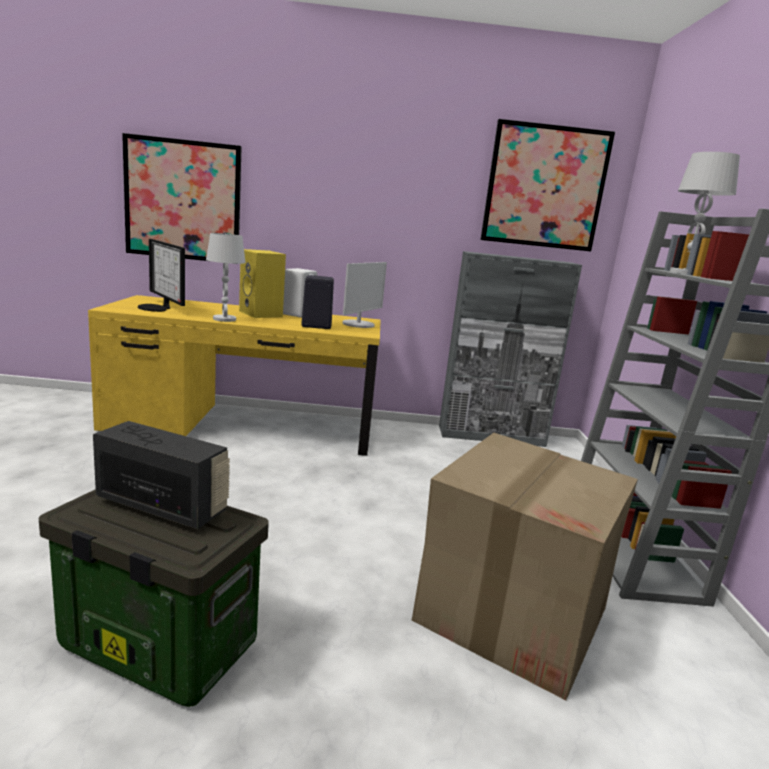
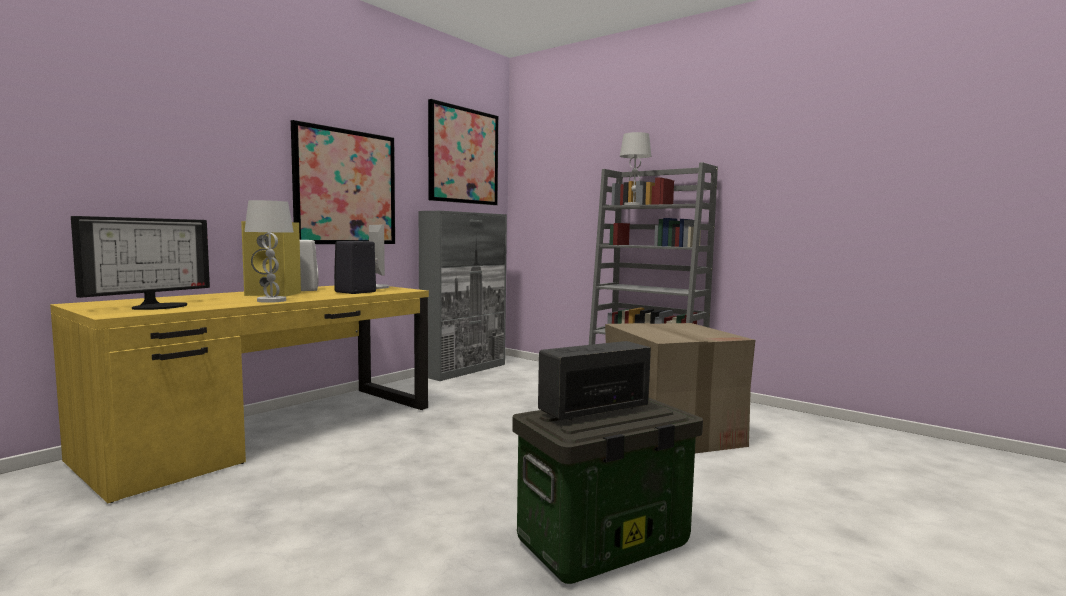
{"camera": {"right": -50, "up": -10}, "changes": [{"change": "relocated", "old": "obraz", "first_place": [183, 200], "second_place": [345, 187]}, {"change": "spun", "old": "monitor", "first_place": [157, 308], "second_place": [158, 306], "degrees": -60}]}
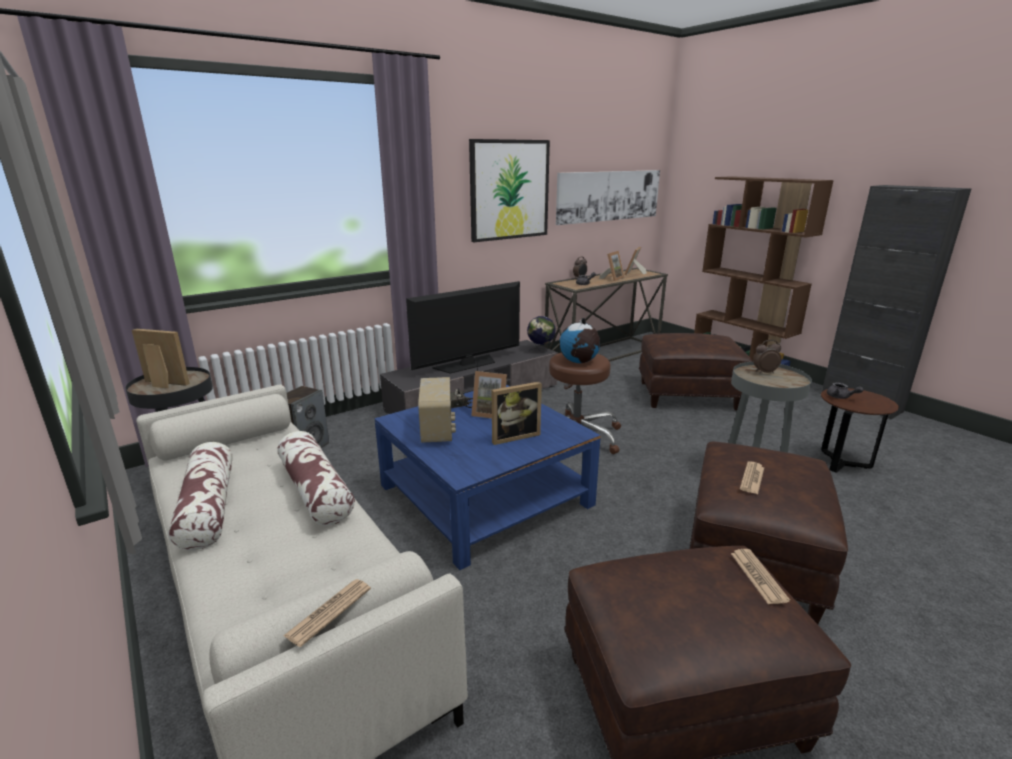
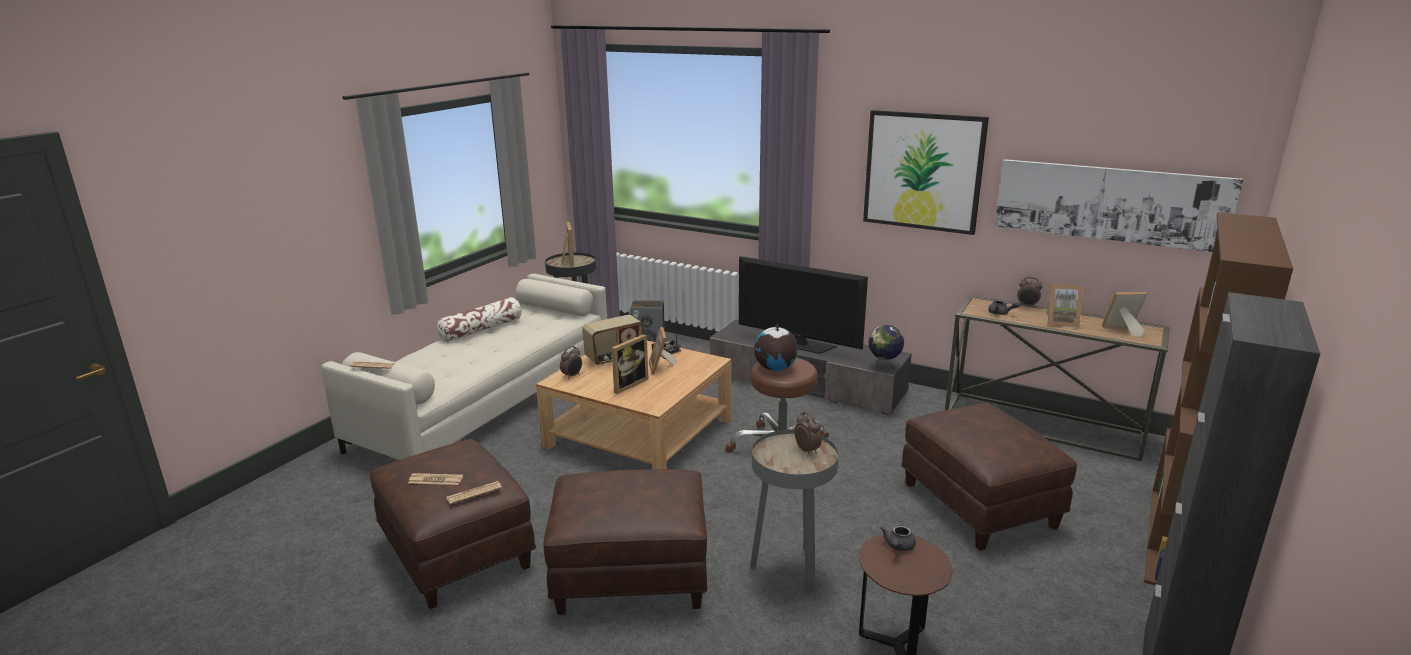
{"camera": {"right": 65, "up": 0}, "changes": [{"change": "missing", "old": "poduszka", "first_place": [315, 490]}, {"change": "colour", "old": "ława [niebieski]", "new": "ława [beżowy]", "first_place": [485, 495], "second_place": [639, 432]}, {"change": "spun", "old": "ramka na zdjęcie", "first_place": [513, 436], "second_place": [627, 384], "degrees": -90}, {"change": "relocated", "old": "gazeta", "first_place": [752, 478], "second_place": [435, 480]}, {"change": "appeared", "new": "budzik", "second_place": [572, 376]}]}
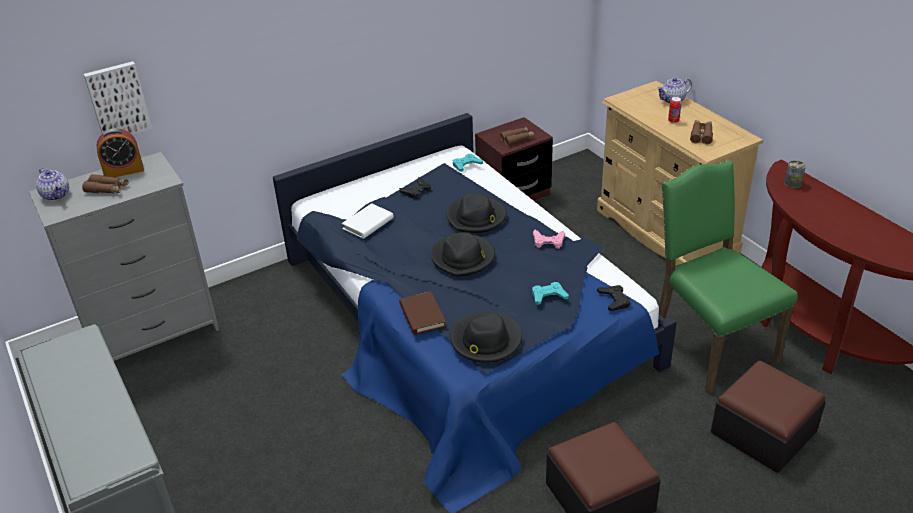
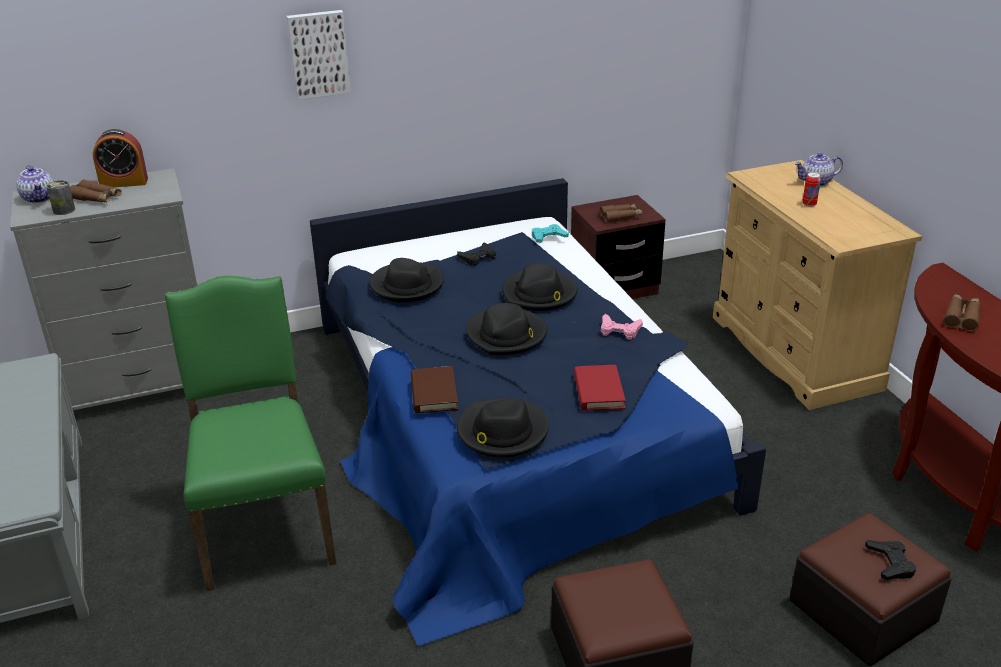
{"camera": {"right": 10, "up": -5}, "changes": [{"change": "relocated", "old": "obraz", "first_place": [117, 100], "second_place": [318, 54]}, {"change": "exchanged", "old": "książka [biały]", "new": "kapelusz [czarny]", "first_place": [368, 224], "second_place": [407, 285]}, {"change": "exchanged", "old": "pad do gier [turkusowy]", "new": "książka [czerwony]", "first_place": [548, 296], "second_place": [598, 391]}, {"change": "relocated", "old": "pad do gier [czarny]", "first_place": [614, 300], "second_place": [890, 563]}, {"change": "relocated", "old": "krzesło [zielony]", "first_place": [709, 345], "second_place": [265, 528]}, {"change": "relocated", "old": "lornetka [brązowy]", "first_place": [701, 135], "second_place": [961, 317]}, {"change": "relocated", "old": "puszka", "first_place": [792, 183], "second_place": [64, 210]}]}
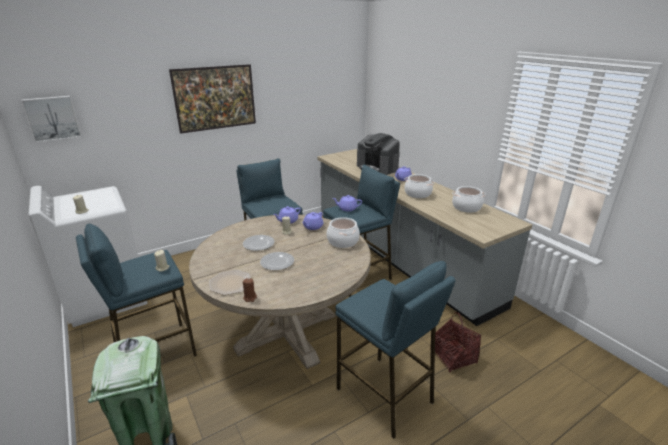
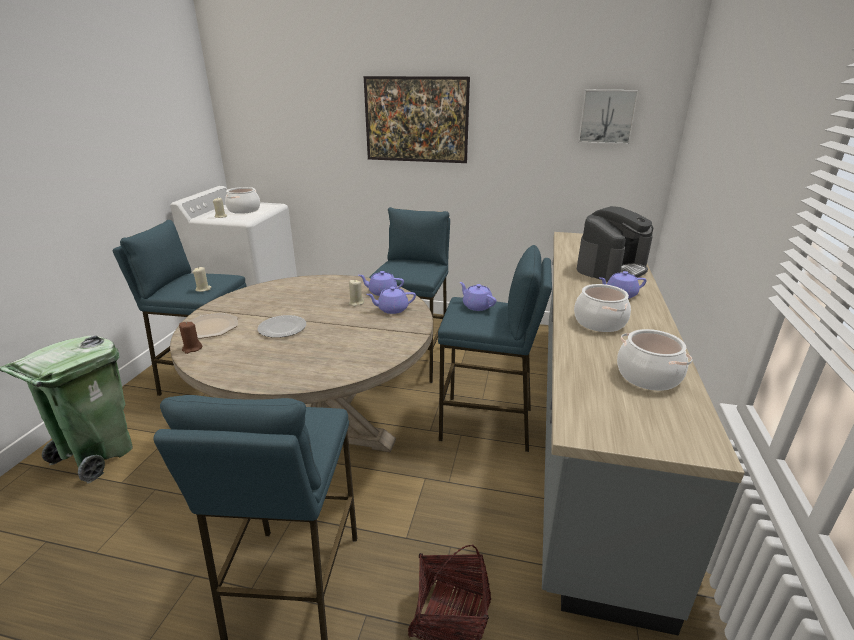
{"camera": {"right": 45, "up": 0}, "changes": [{"change": "relocated", "old": "obraz", "first_place": [52, 118], "second_place": [606, 116]}, {"change": "missing", "old": "talerz", "first_place": [259, 244]}, {"change": "relocated", "old": "garnek", "first_place": [343, 241], "second_place": [244, 210]}, {"change": "spun", "old": "ekspres do kawy", "first_place": [377, 168], "second_place": [611, 268], "degrees": -135}]}
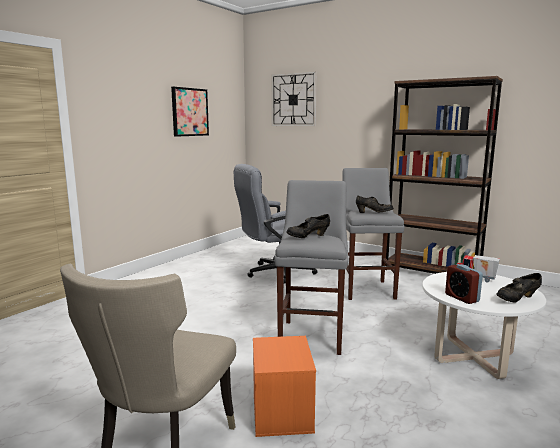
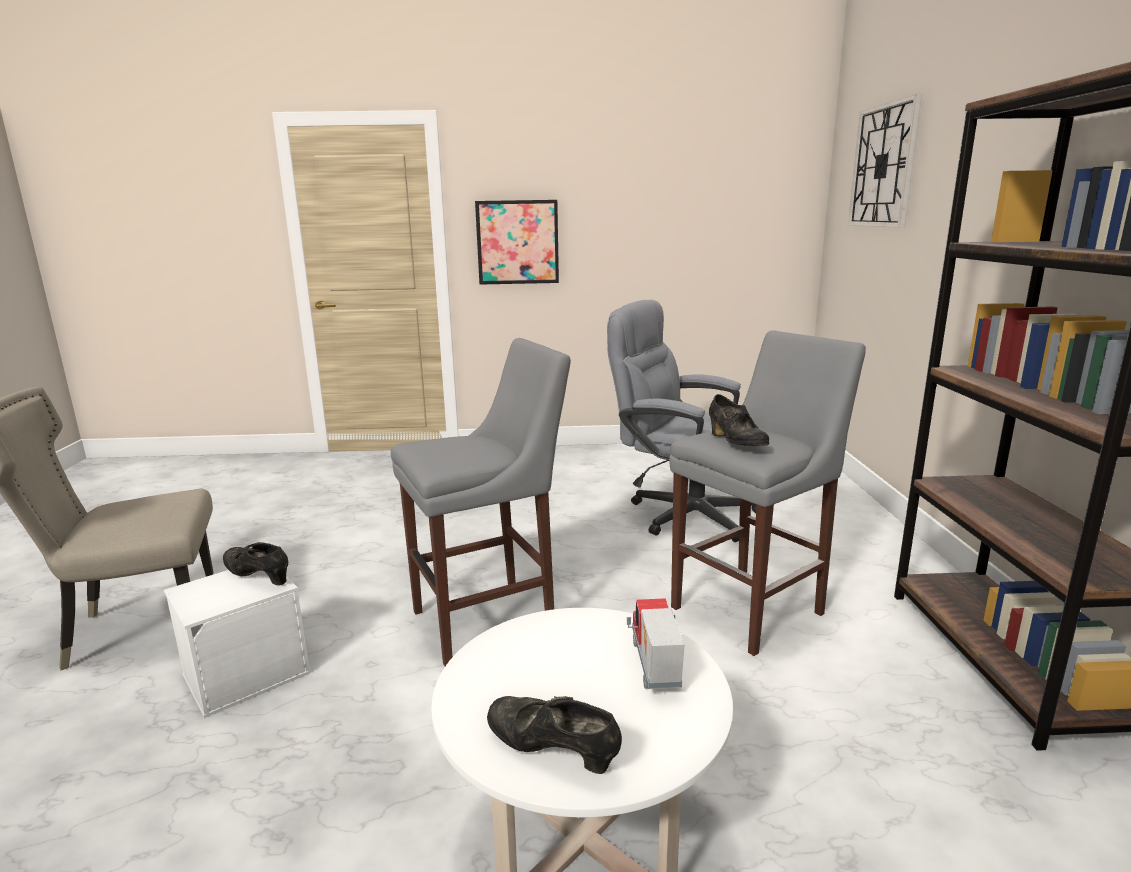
{"camera": {"right": 55, "up": 5}, "changes": [{"change": "relocated", "old": "obraz", "first_place": [189, 112], "second_place": [517, 242]}, {"change": "colour", "old": "pojemnik do przechowywania [pomarańczowy]", "new": "pojemnik do przechowywania [biały]", "first_place": [281, 411], "second_place": [247, 673]}, {"change": "relocated", "old": "but [czarny]", "first_place": [308, 237], "second_place": [258, 577]}, {"change": "missing", "old": "budzik", "first_place": [462, 298]}]}
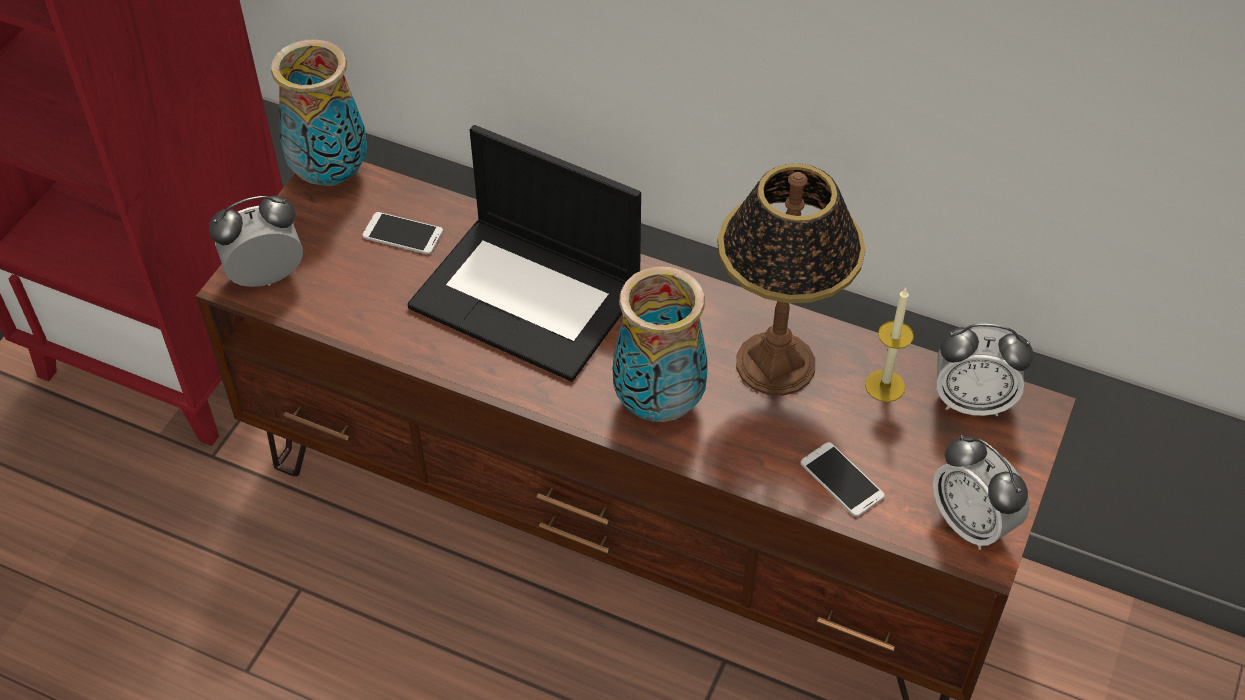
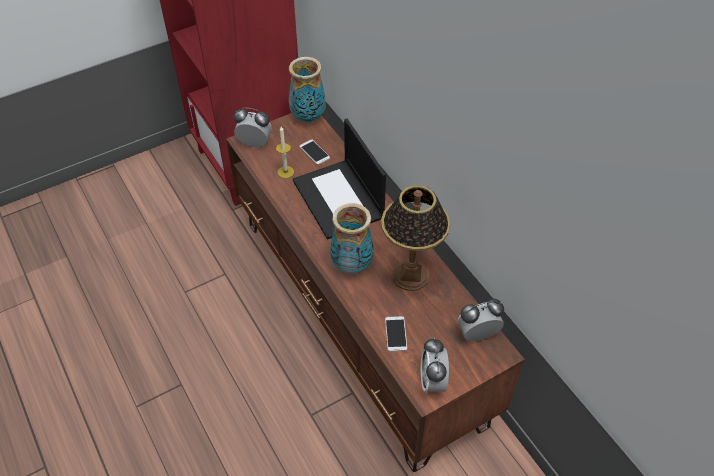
{"camera": {"right": 35, "up": 0}, "changes": [{"change": "relocated", "old": "świeca", "first_place": [885, 386], "second_place": [285, 172]}, {"change": "spun", "old": "budzik", "first_place": [971, 401], "second_place": [477, 334], "degrees": 120}]}
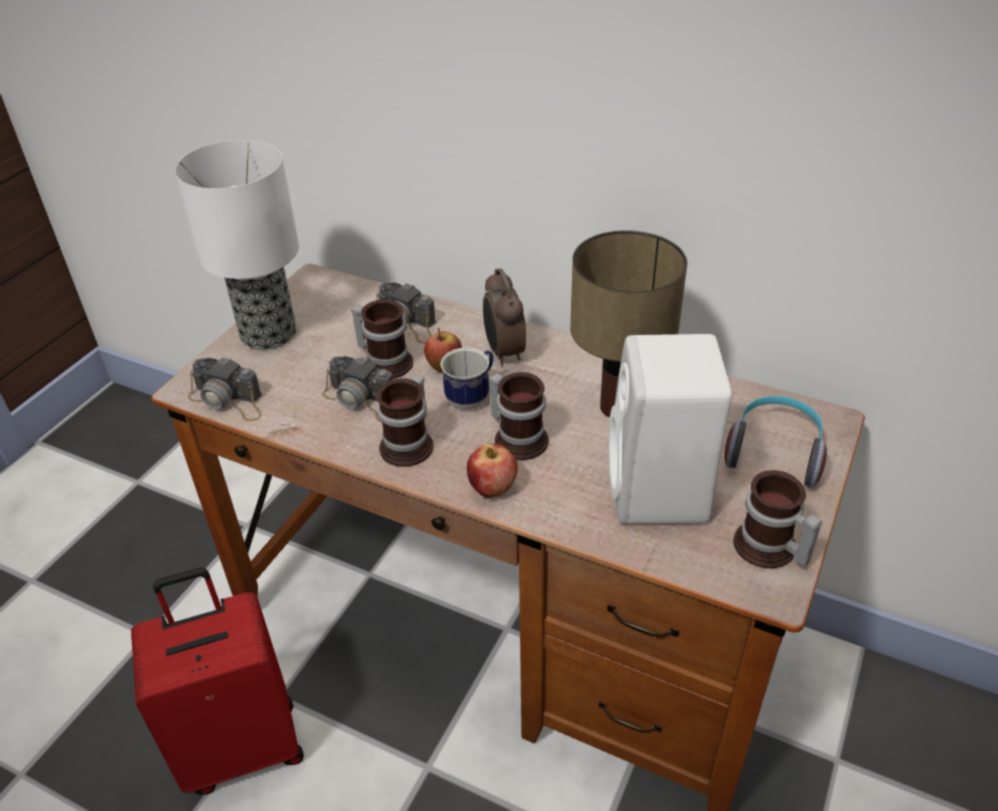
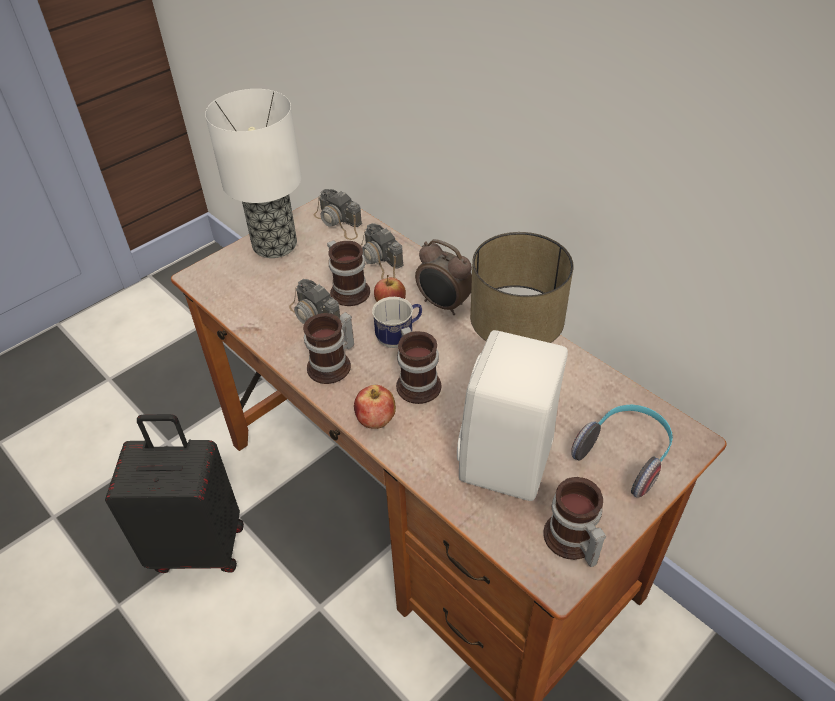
{"camera": {"right": 20, "up": 5}, "changes": [{"change": "colour", "old": "walizka [czerwony]", "new": "walizka [czarny]", "first_place": [242, 746], "second_place": [199, 546]}, {"change": "relocated", "old": "aparat fotograficzny", "first_place": [229, 400], "second_place": [339, 222]}, {"change": "spun", "old": "budzik", "first_place": [503, 352], "second_place": [443, 305], "degrees": -60}]}
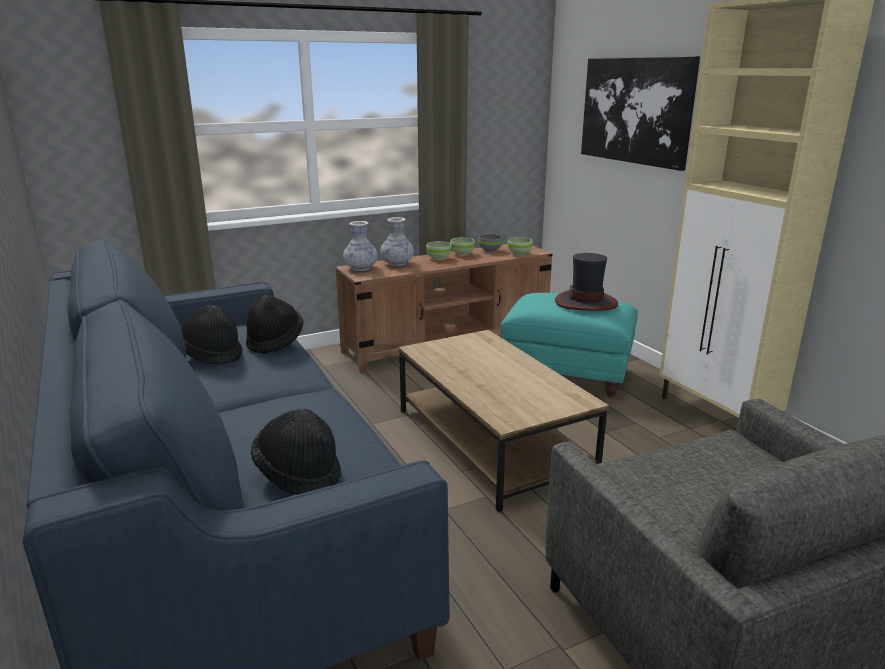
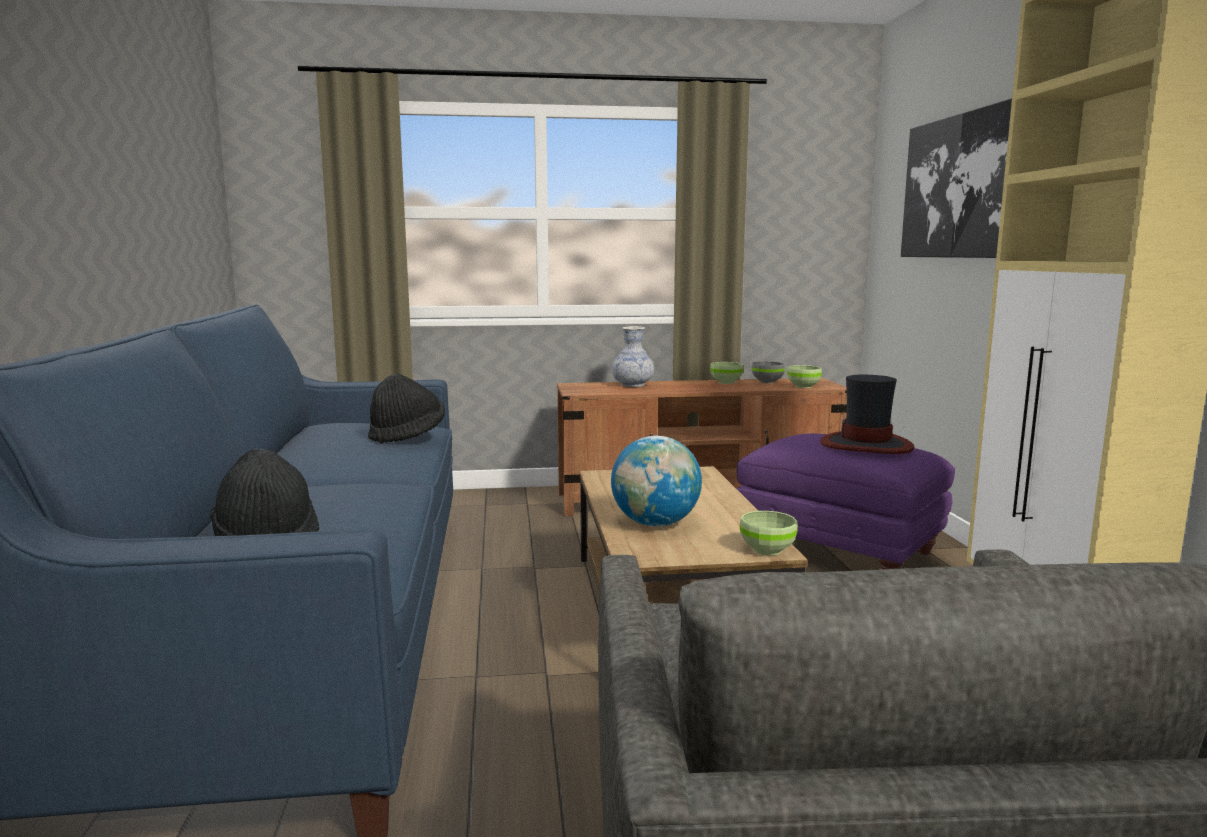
{"camera": {"right": 20, "up": -10}, "changes": [{"change": "missing", "old": "kapelusz [czarny]", "first_place": [211, 355]}, {"change": "missing", "old": "wazon", "first_place": [361, 268]}, {"change": "relocated", "old": "miska [zielony]", "first_place": [439, 258], "second_place": [768, 550]}, {"change": "colour", "old": "pufa [turkusowy]", "new": "pufa [fioletowy]", "first_place": [567, 374], "second_place": [840, 551]}, {"change": "appeared", "new": "globus", "second_place": [655, 524]}]}
